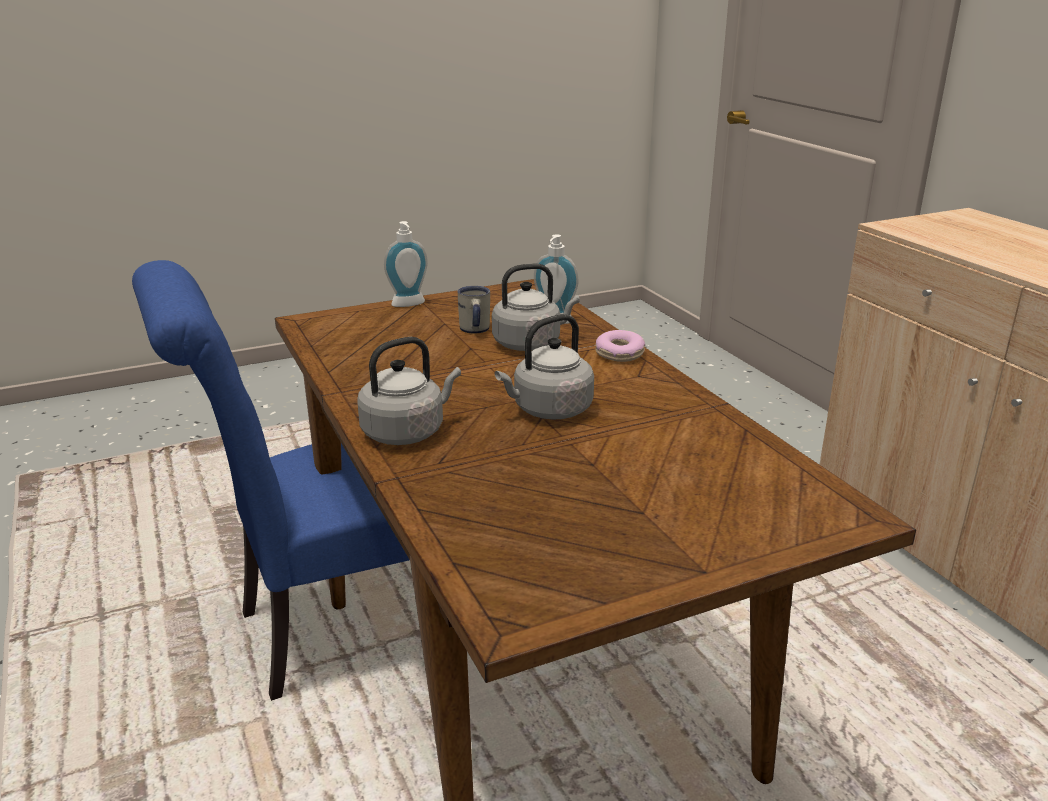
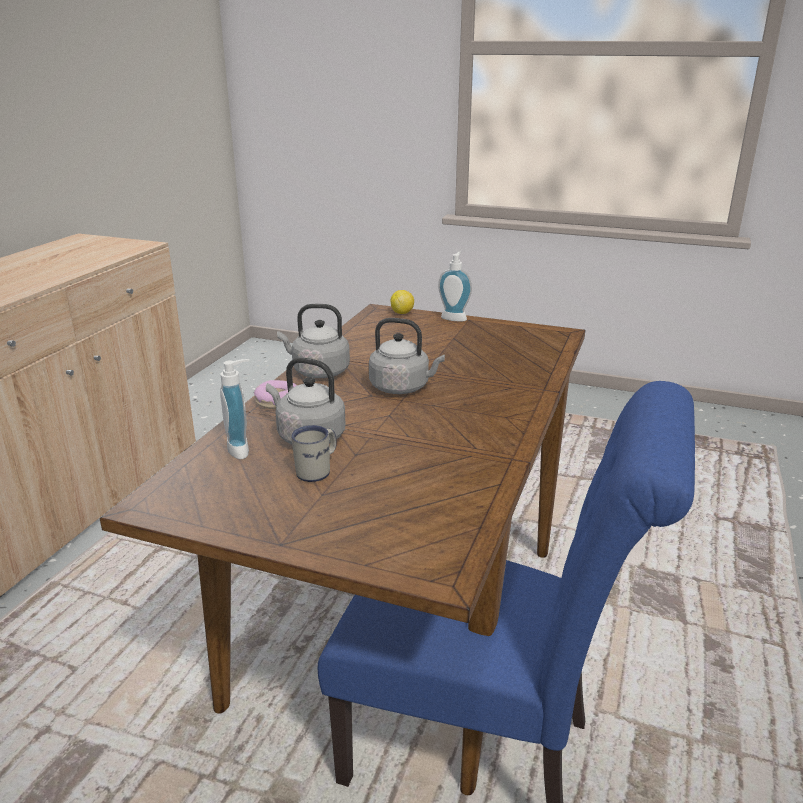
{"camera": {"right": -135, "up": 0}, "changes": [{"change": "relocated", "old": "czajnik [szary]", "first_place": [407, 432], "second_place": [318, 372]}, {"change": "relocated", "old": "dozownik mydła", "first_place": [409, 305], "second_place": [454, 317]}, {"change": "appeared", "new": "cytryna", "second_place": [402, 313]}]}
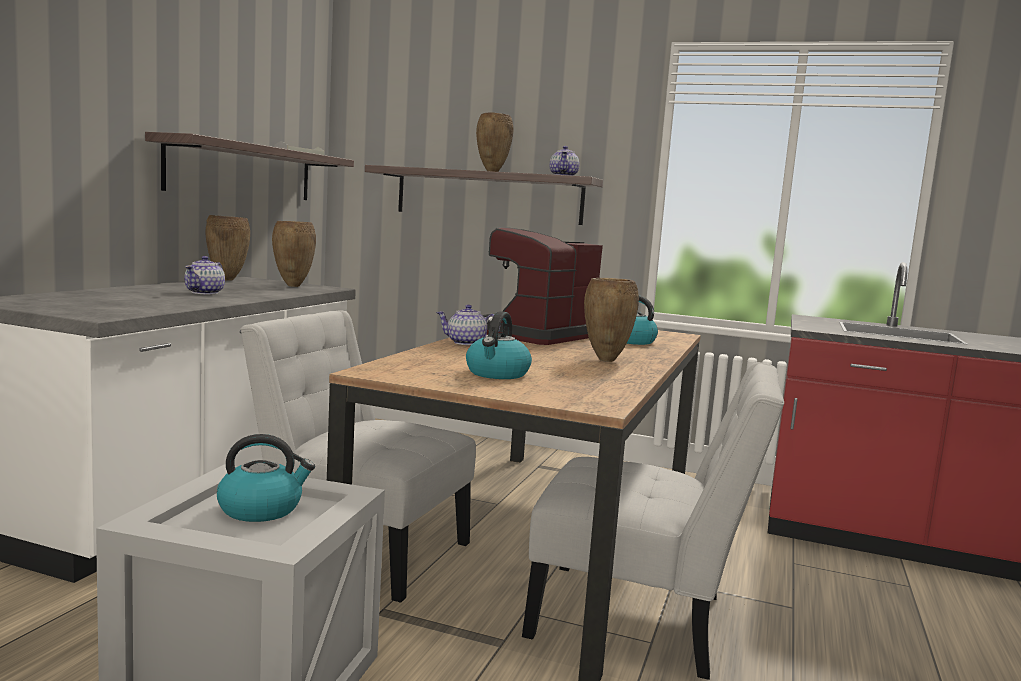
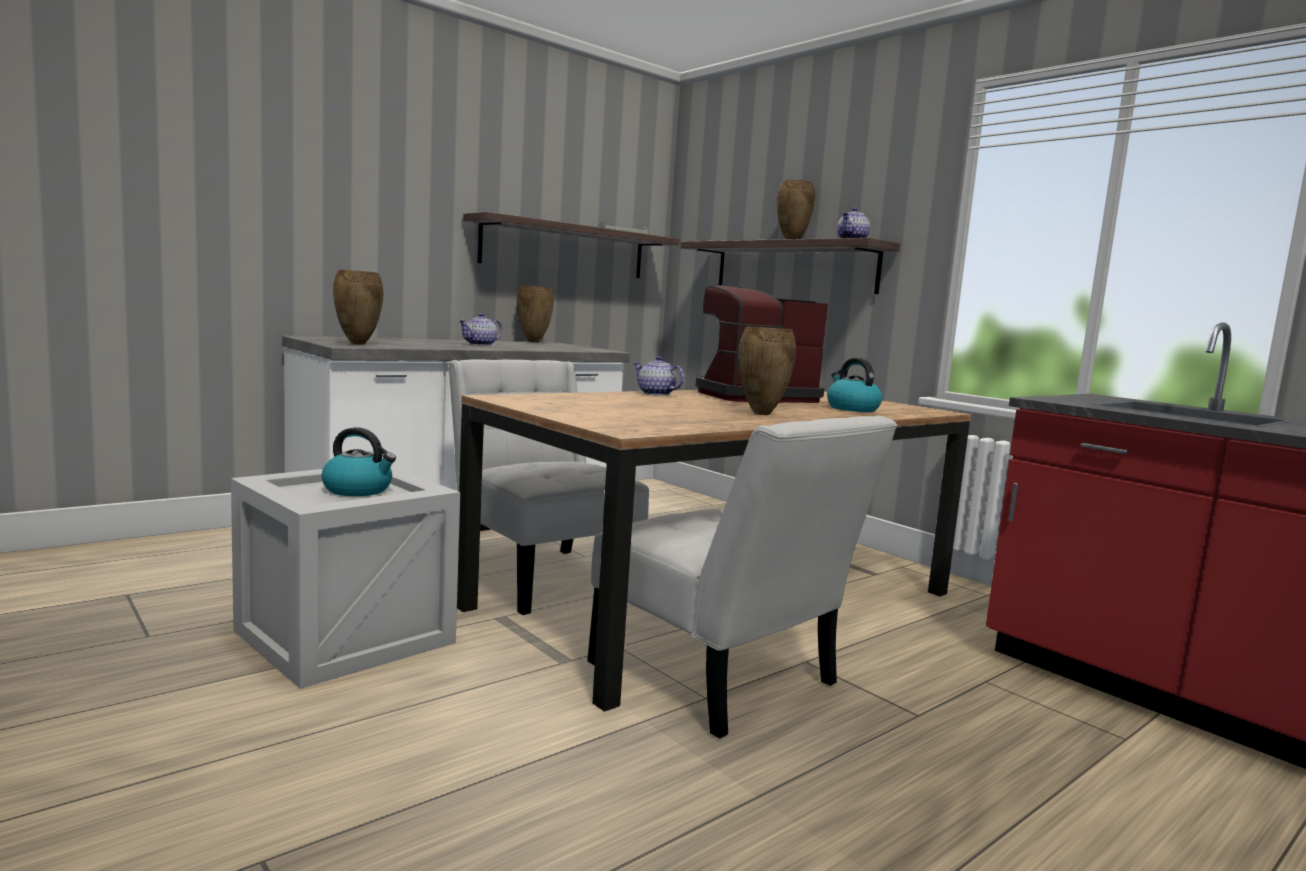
{"camera": {"right": 30, "up": 0}, "changes": [{"change": "relocated", "old": "wazon [brązowy]", "first_place": [292, 286], "second_place": [357, 344]}, {"change": "missing", "old": "czajnik", "first_place": [497, 374]}]}
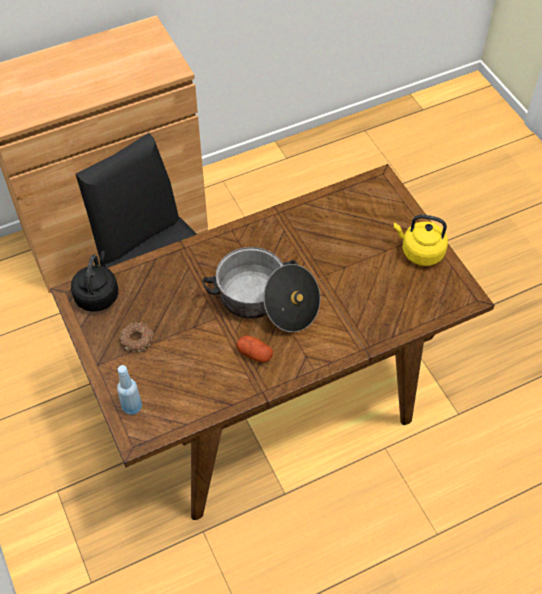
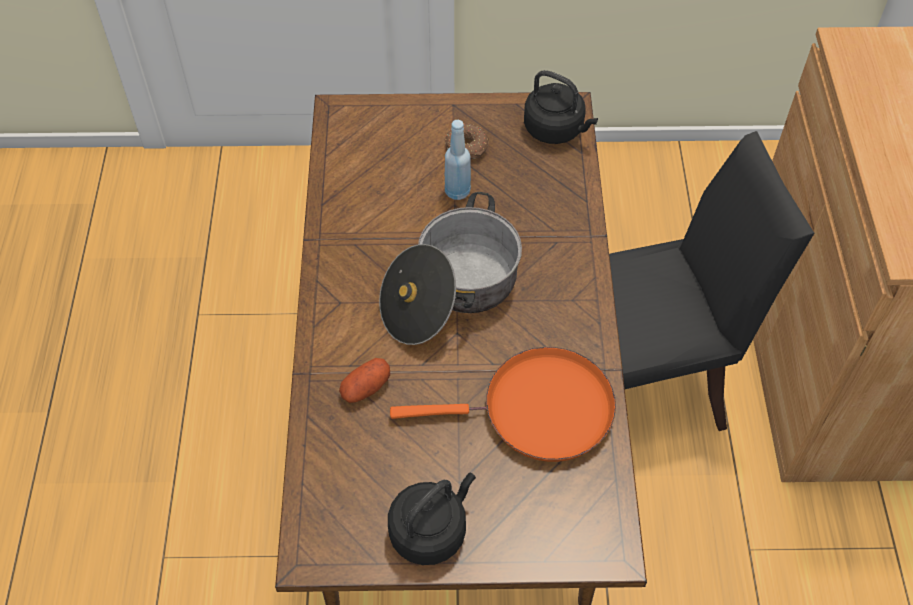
{"camera": {"right": 115, "up": 0}, "changes": [{"change": "relocated", "old": "butelka [niebieski]", "first_place": [132, 407], "second_place": [457, 191]}, {"change": "relocated", "old": "ziemniak", "first_place": [255, 354], "second_place": [366, 388]}, {"change": "colour", "old": "czajnik [żółty]", "new": "czajnik [czarny]", "first_place": [420, 252], "second_place": [431, 530]}, {"change": "appeared", "new": "patelnia [pomarańczowy]", "second_place": [538, 410]}]}
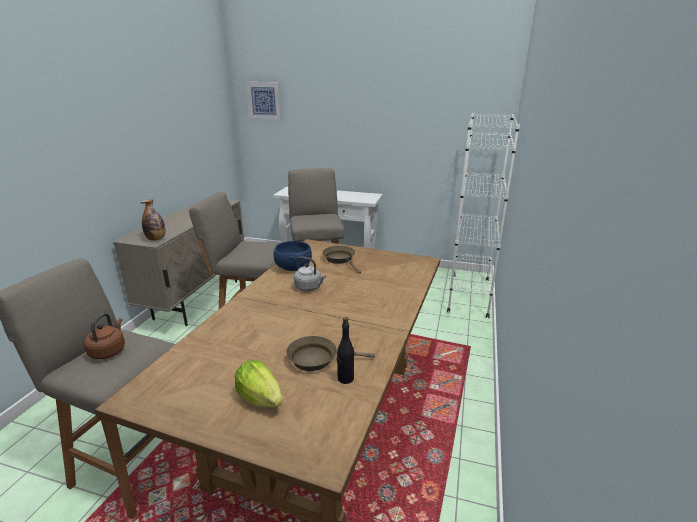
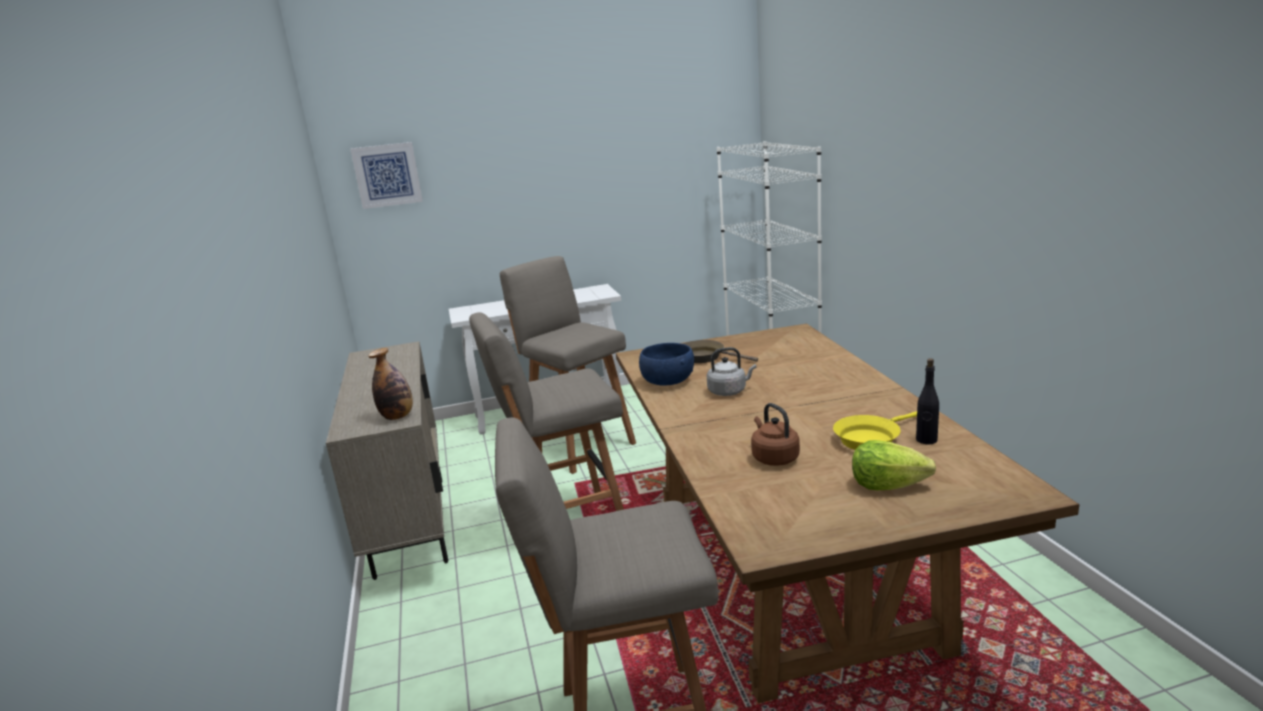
{"camera": {"right": -30, "up": -5}, "changes": [{"change": "relocated", "old": "czajnik [brązowy]", "first_place": [109, 351], "second_place": [773, 458]}, {"change": "colour", "old": "patelnia [brązowy]", "new": "patelnia [żółty]", "first_place": [317, 358], "second_place": [870, 438]}]}
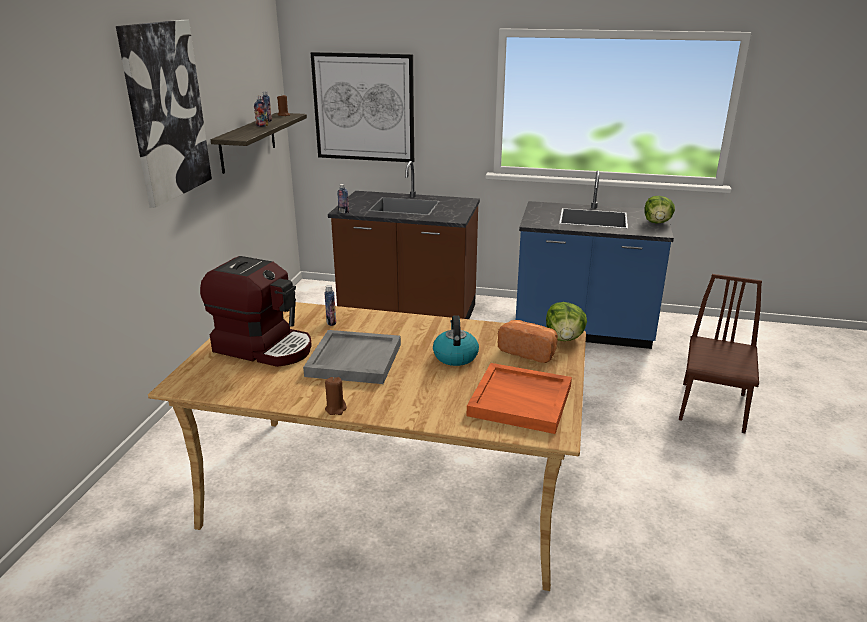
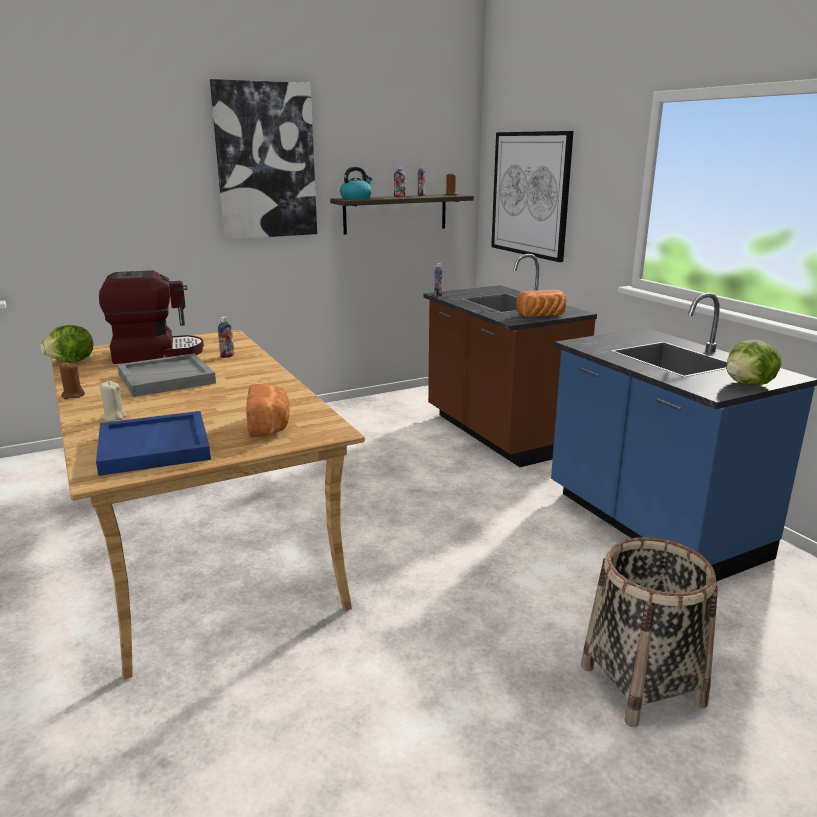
{"camera": {"right": 50, "up": -5}, "changes": [{"change": "spun", "old": "ekspres do kawy", "first_place": [264, 347], "second_place": [156, 353], "degrees": -90}, {"change": "relocated", "old": "czajnik", "first_place": [455, 356], "second_place": [356, 198]}, {"change": "colour", "old": "taca [pomarańczowy]", "new": "taca [niebieski]", "first_place": [521, 400], "second_place": [155, 447]}, {"change": "relocated", "old": "sałata", "first_place": [564, 338], "second_place": [72, 362]}, {"change": "exchanged", "old": "krzesło [brązowy]", "new": "koszyk", "first_place": [712, 407], "second_place": [642, 685]}, {"change": "appeared", "new": "świeca [beżowy]", "second_place": [114, 417]}, {"change": "appeared", "new": "chleb", "second_place": [542, 316]}]}
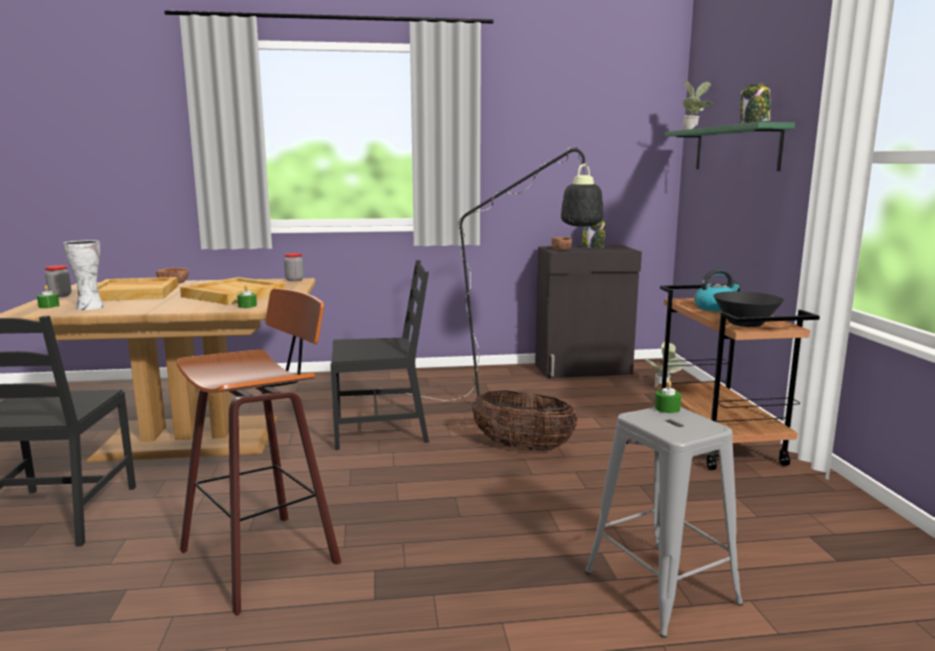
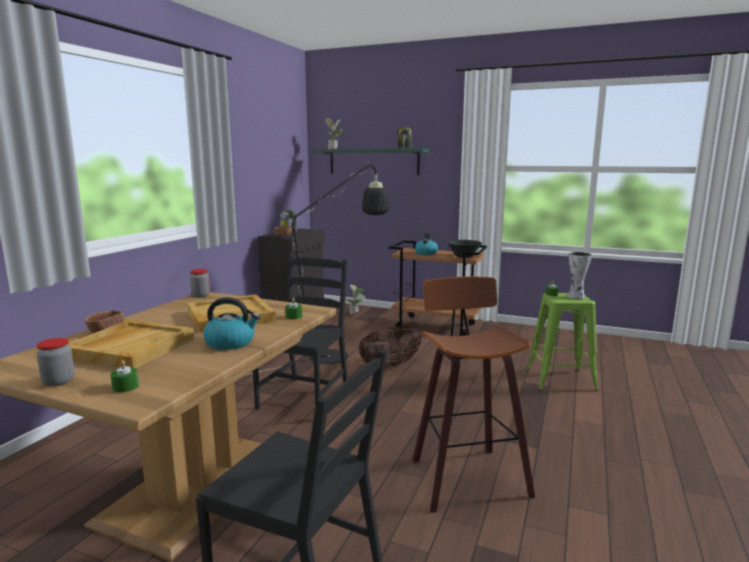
{"camera": {"right": -60, "up": 0}, "changes": [{"change": "relocated", "old": "wazon", "first_place": [88, 307], "second_place": [576, 296]}, {"change": "colour", "old": "stołek [szary]", "new": "stołek [zielony]", "first_place": [661, 588], "second_place": [561, 380]}, {"change": "appeared", "new": "czajnik", "second_place": [231, 342]}]}
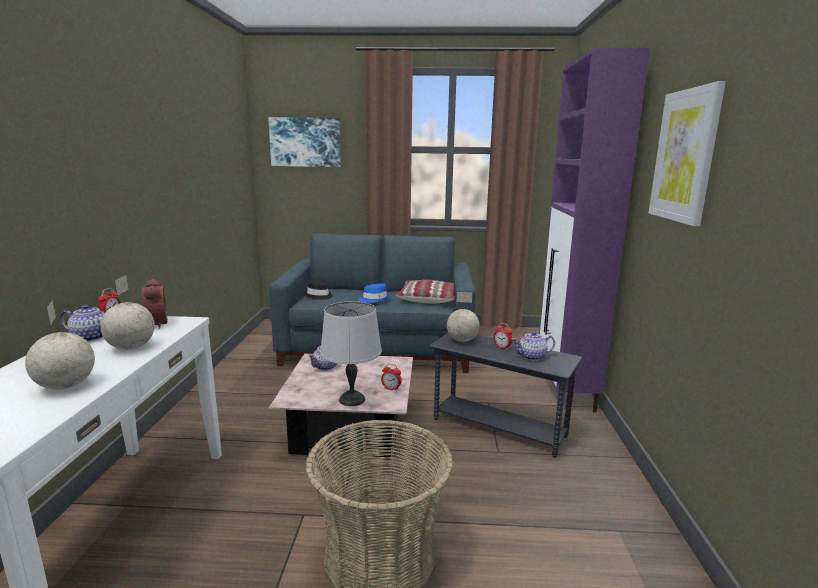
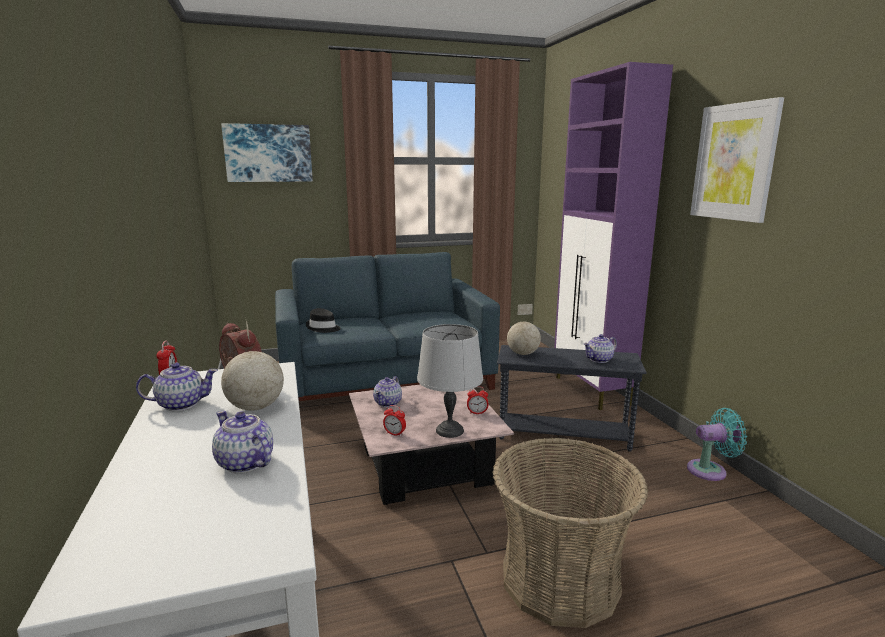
{"camera": {"right": -20, "up": 0}, "changes": [{"change": "exchanged", "old": "globus", "new": "imbryk", "first_place": [65, 386], "second_place": [245, 463]}, {"change": "missing", "old": "kapelusz [niebieski]", "first_place": [374, 299]}, {"change": "missing", "old": "poduszka", "first_place": [428, 298]}, {"change": "relocated", "old": "budzik", "first_place": [502, 347], "second_place": [394, 434]}, {"change": "appeared", "new": "wentylator [turkusowy]", "second_place": [710, 470]}]}
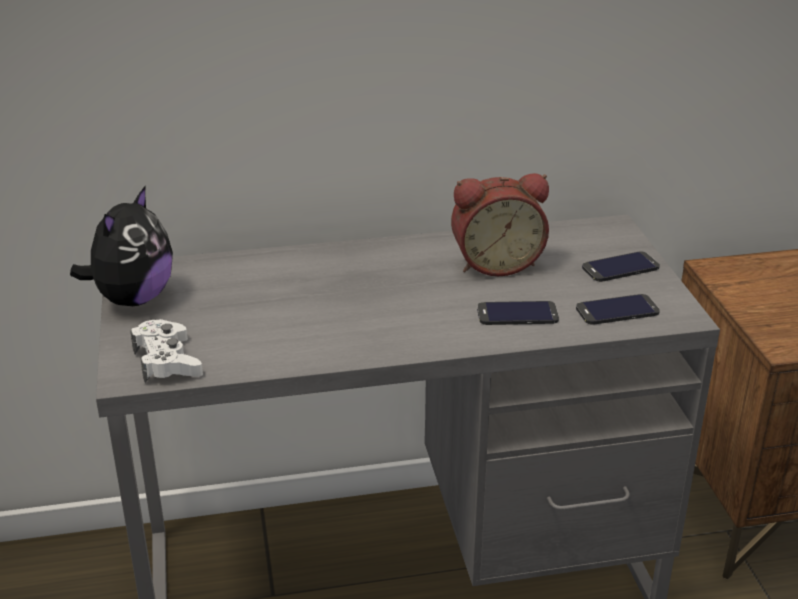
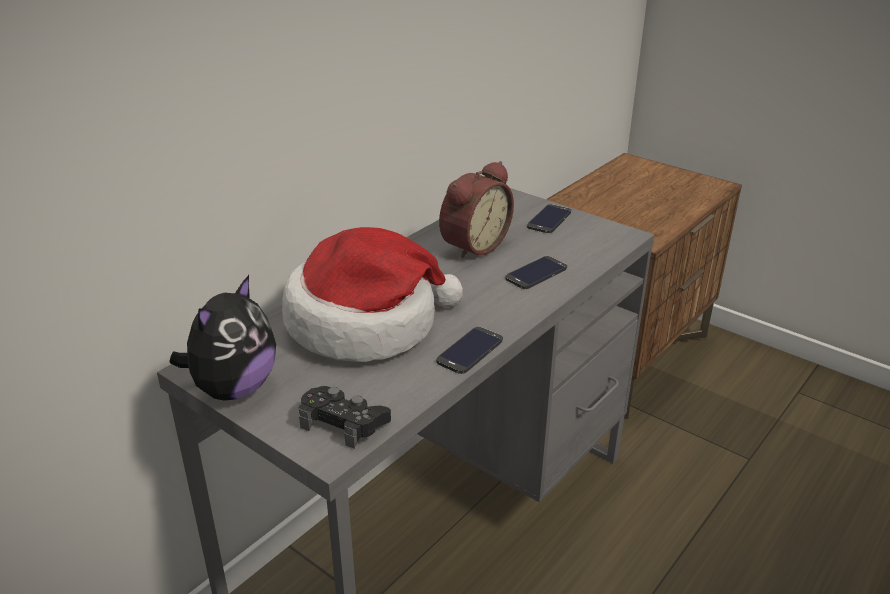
{"camera": {"right": -40, "up": 0}, "changes": [{"change": "spun", "old": "pluszak", "first_place": [132, 298], "second_place": [233, 388], "degrees": 45}, {"change": "colour", "old": "pad do gier [biały]", "new": "pad do gier [czarny]", "first_place": [167, 361], "second_place": [344, 422]}, {"change": "relocated", "old": "telefon", "first_place": [617, 310], "second_place": [470, 350]}, {"change": "appeared", "new": "kapelusz", "second_place": [366, 323]}]}
